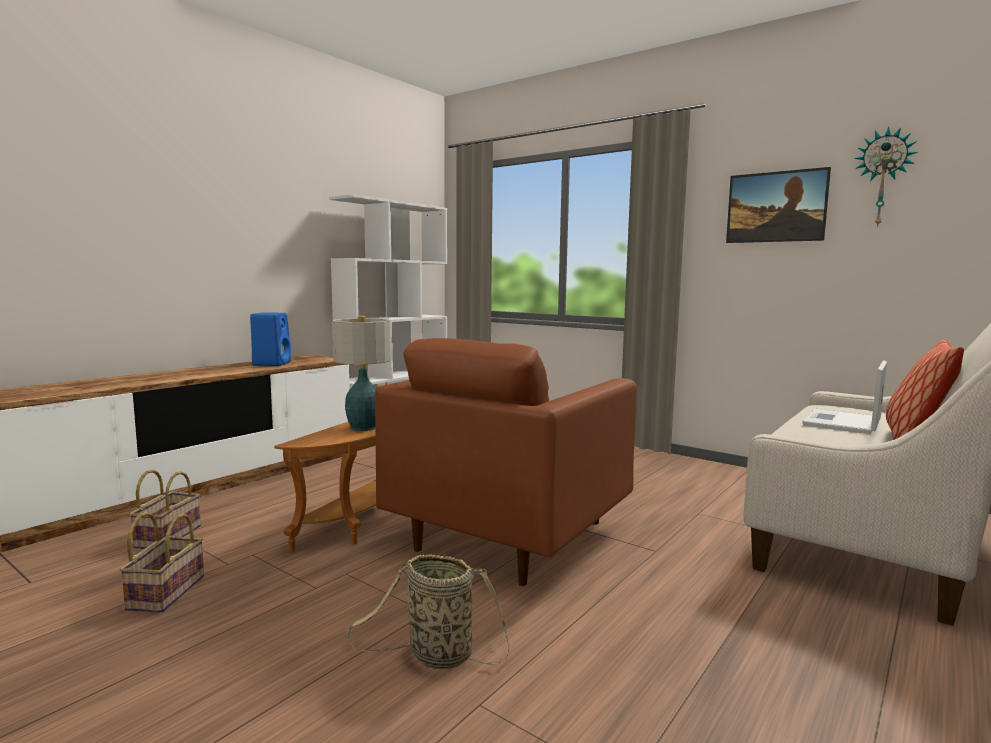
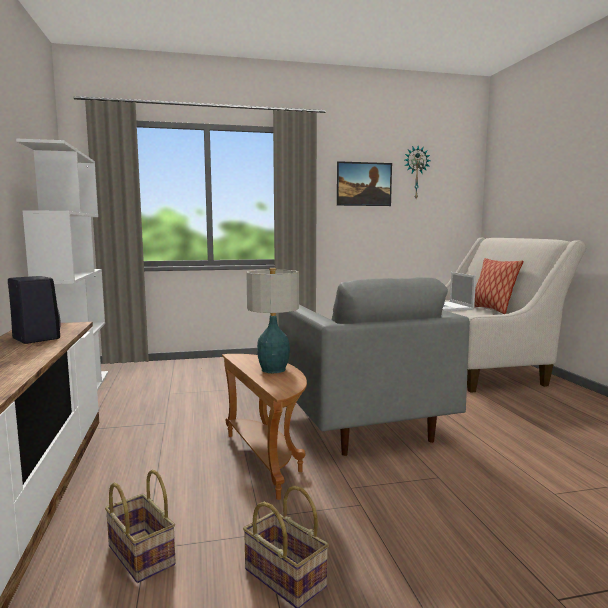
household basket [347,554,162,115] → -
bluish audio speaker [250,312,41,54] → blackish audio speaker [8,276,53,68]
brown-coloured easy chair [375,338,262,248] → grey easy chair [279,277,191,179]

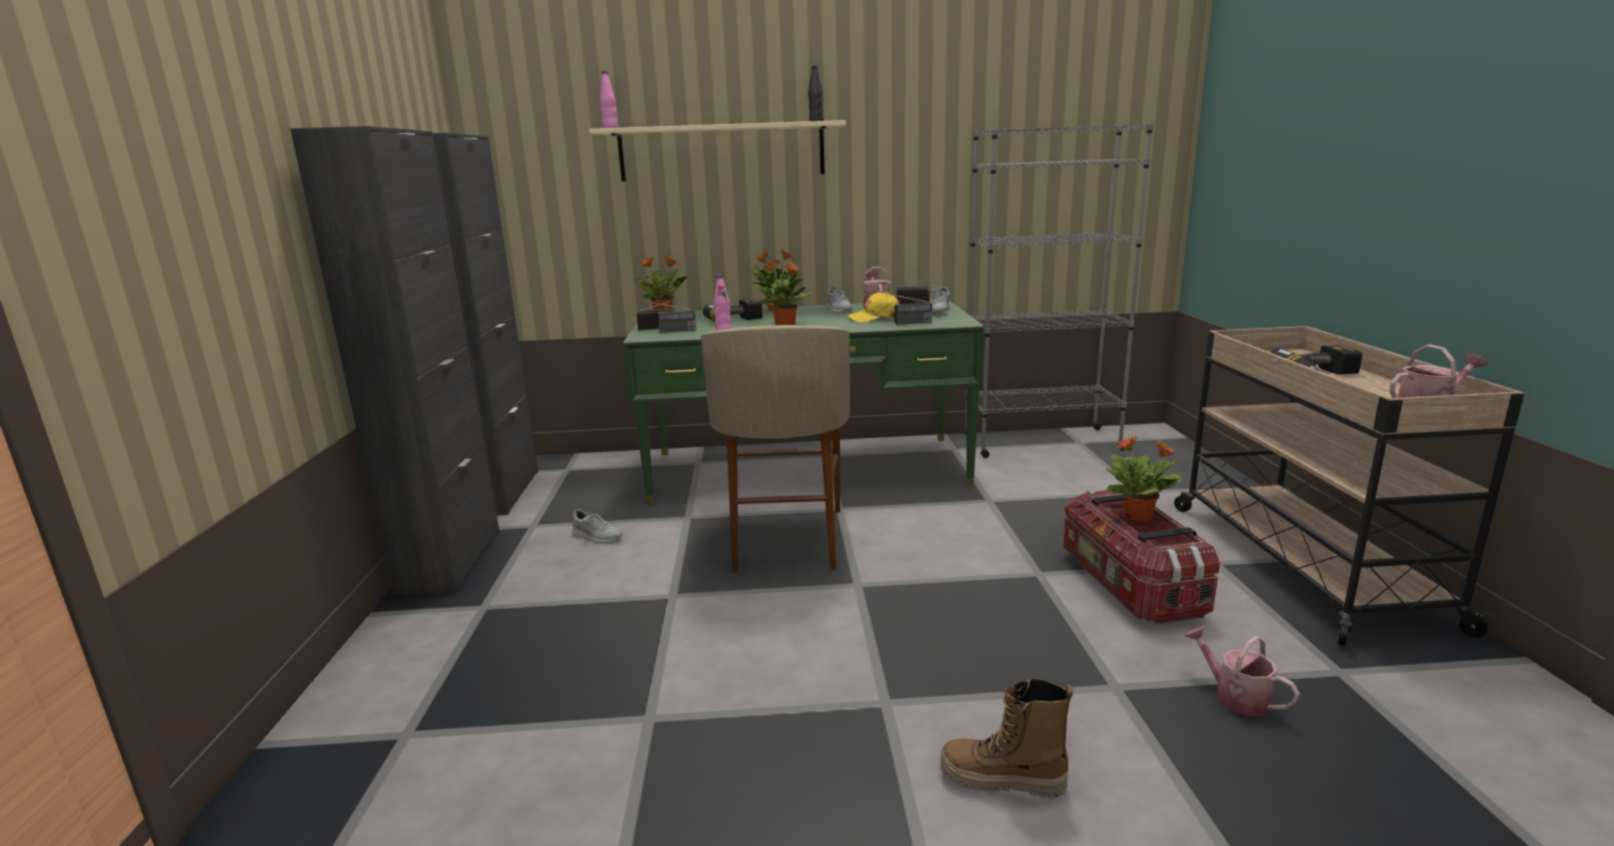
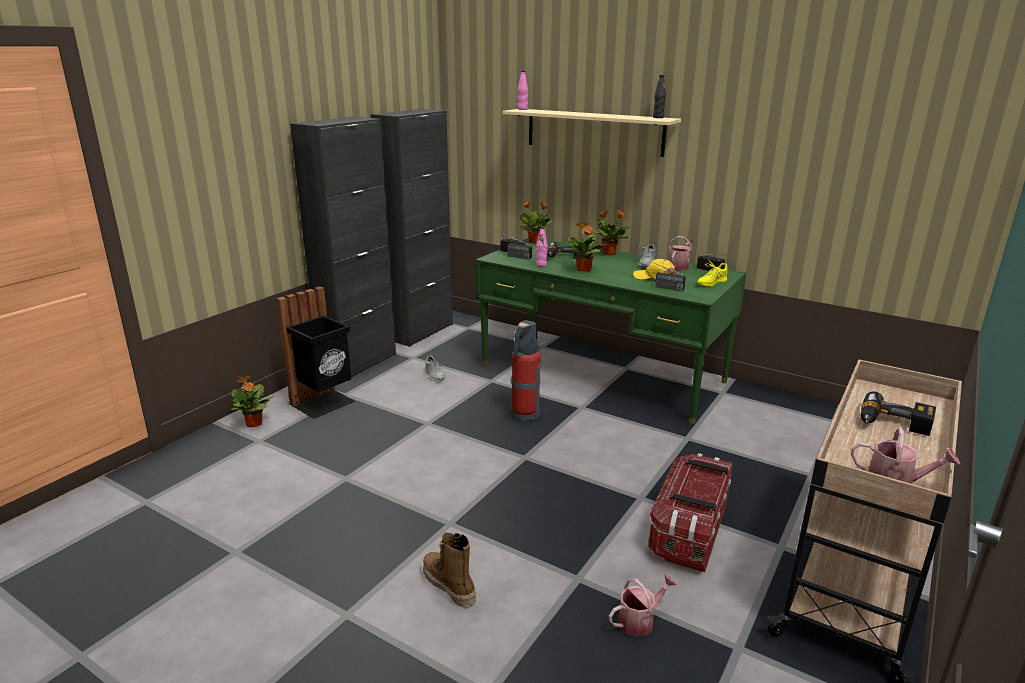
grey bookshelf [965,123,188,335] → -
- → blackish waste bin [276,286,79,133]
plant in a pot [1105,435,78,87] → plant in a pot [231,376,43,51], move
beige stool [701,325,149,247] → fire extinguisher [511,320,30,101]
grey low shoe [927,284,26,30] → yellow-coloured low shoe [697,261,31,26]
watering pot [1184,626,116,90] → watering pot [609,574,68,63], 60 degrees clockwise

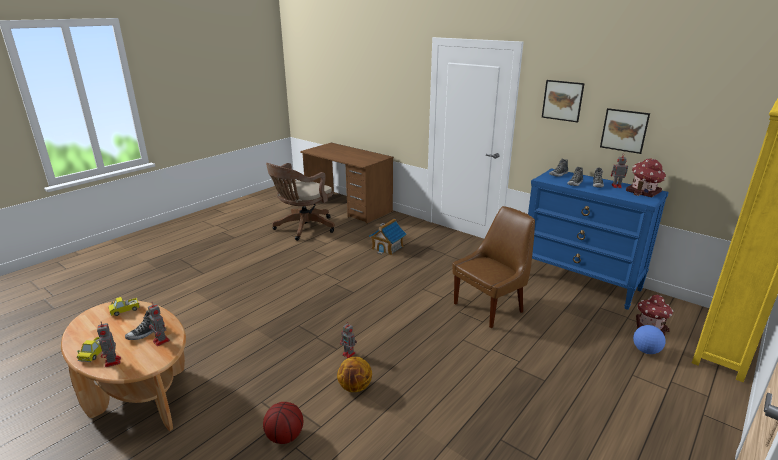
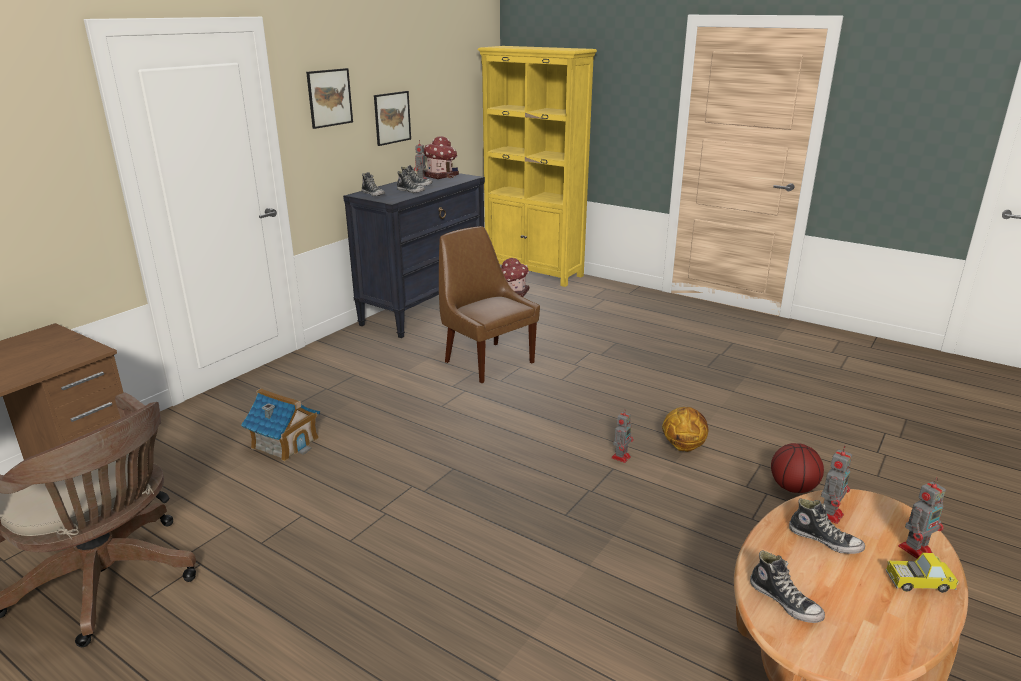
ball for football [633,325,33,29] → -
model truck [108,297,32,19] → low shoe [750,551,75,72]
bluish dresser [528,168,141,142] → blackish dresser [343,173,142,165]

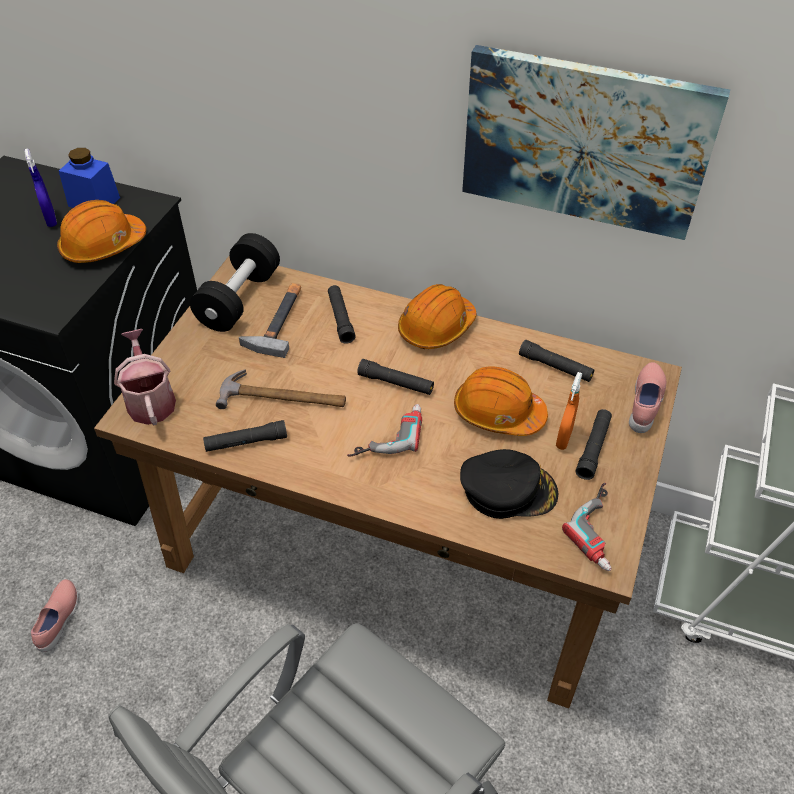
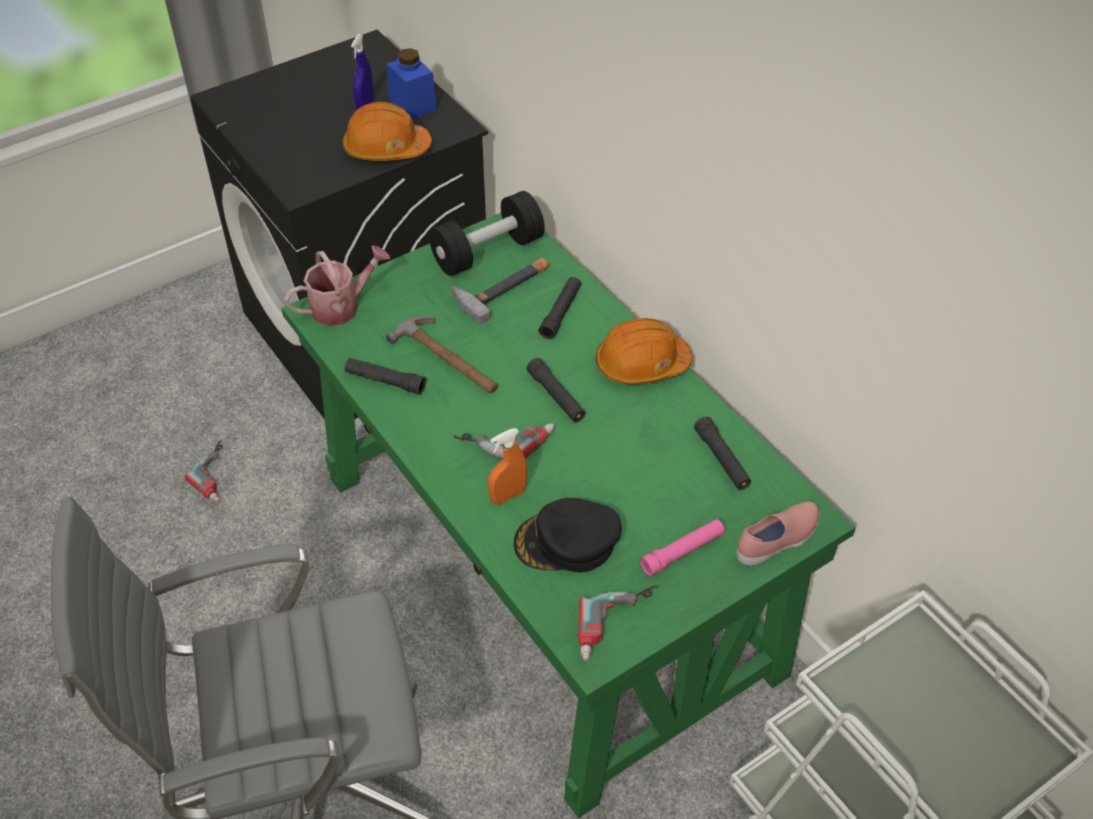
orange-coloured hard hat [454,366,94,70] → -
wall picture [462,45,268,195] → -
orange-coloured spray bottle [556,372,26,78] → orange-coloured spray bottle [488,428,39,77], move
pinkish low shoe [31,579,47,73] → drill [185,440,38,62]
brown-coloured desk table [94,256,588,452] → green desk table [281,213,575,605]
blackish hand torch [576,409,36,71] → pinkish hand torch [640,519,85,57]
watering pot [114,329,62,97] → watering pot [284,246,106,80], 45 degrees clockwise
blackish baseball cap [460,449,98,70] → blackish baseball cap [514,498,108,75], 135 degrees clockwise

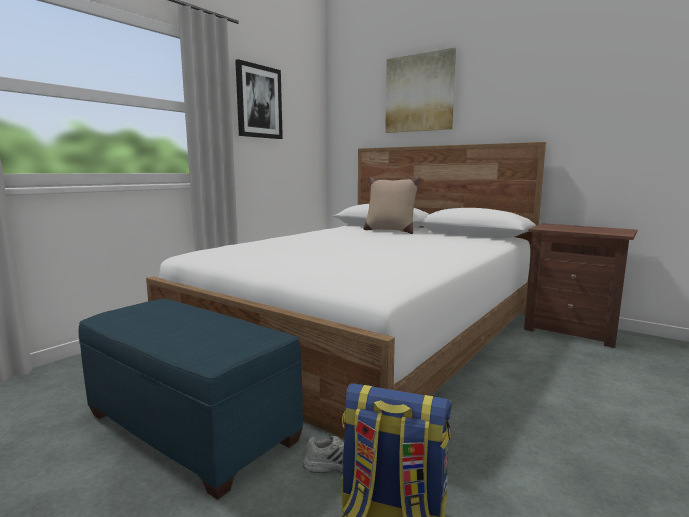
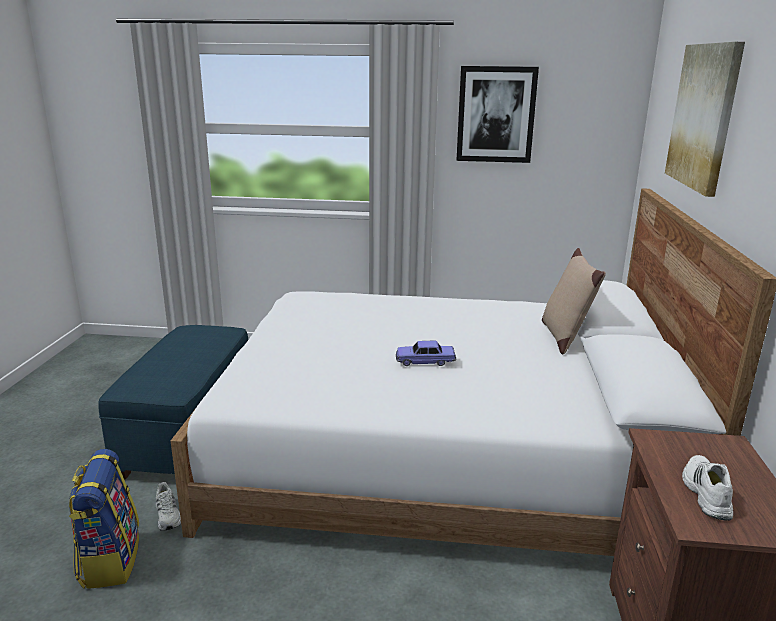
- → miniature car [396,341,60,25]
- → whitish low shoe [682,455,51,66]

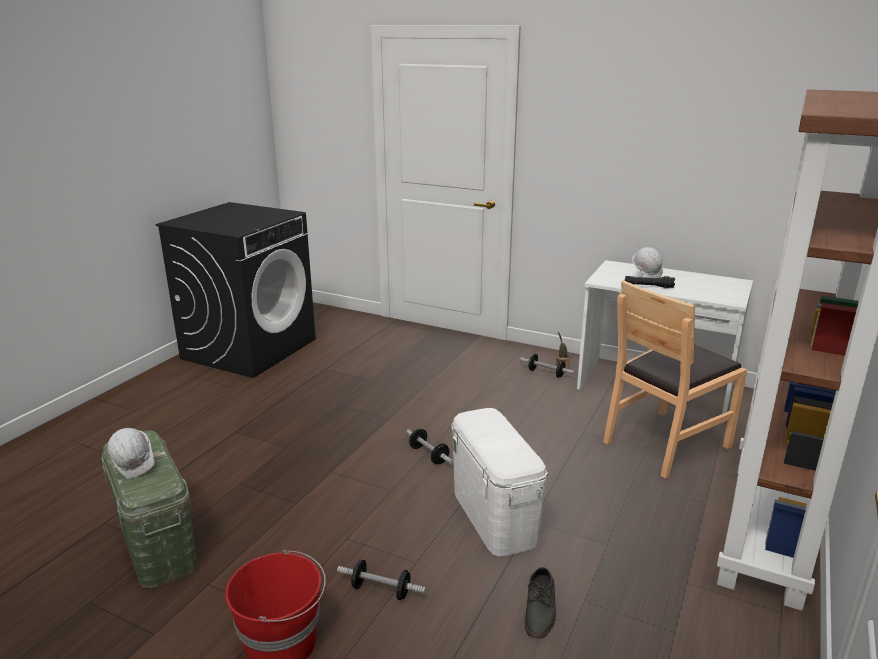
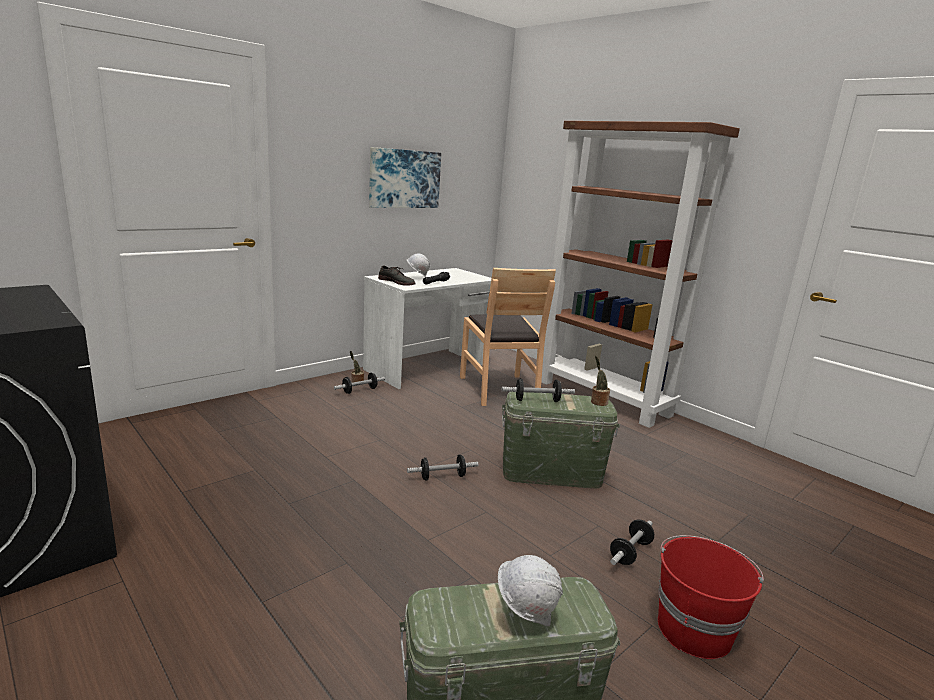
- → wall picture [369,147,72,61]
- → free weight [502,378,73,24]
- → plant in a pot [591,356,19,50]
grey low shoe [524,567,32,71] → grey low shoe [378,265,38,21], move
whitish storage box [451,408,97,148] → green storage box [502,391,118,98]

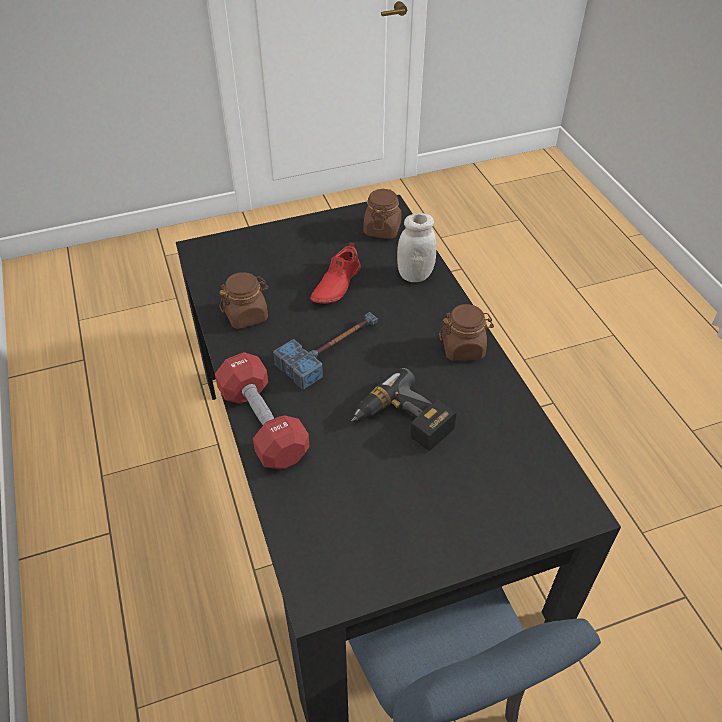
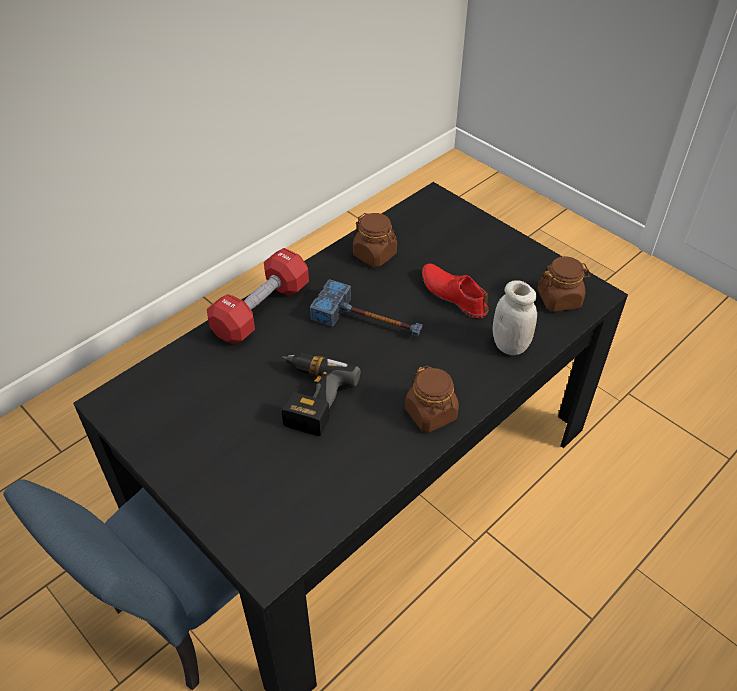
red low shoe [310,242,51,62] → red low shoe [422,263,66,55], 45 degrees clockwise

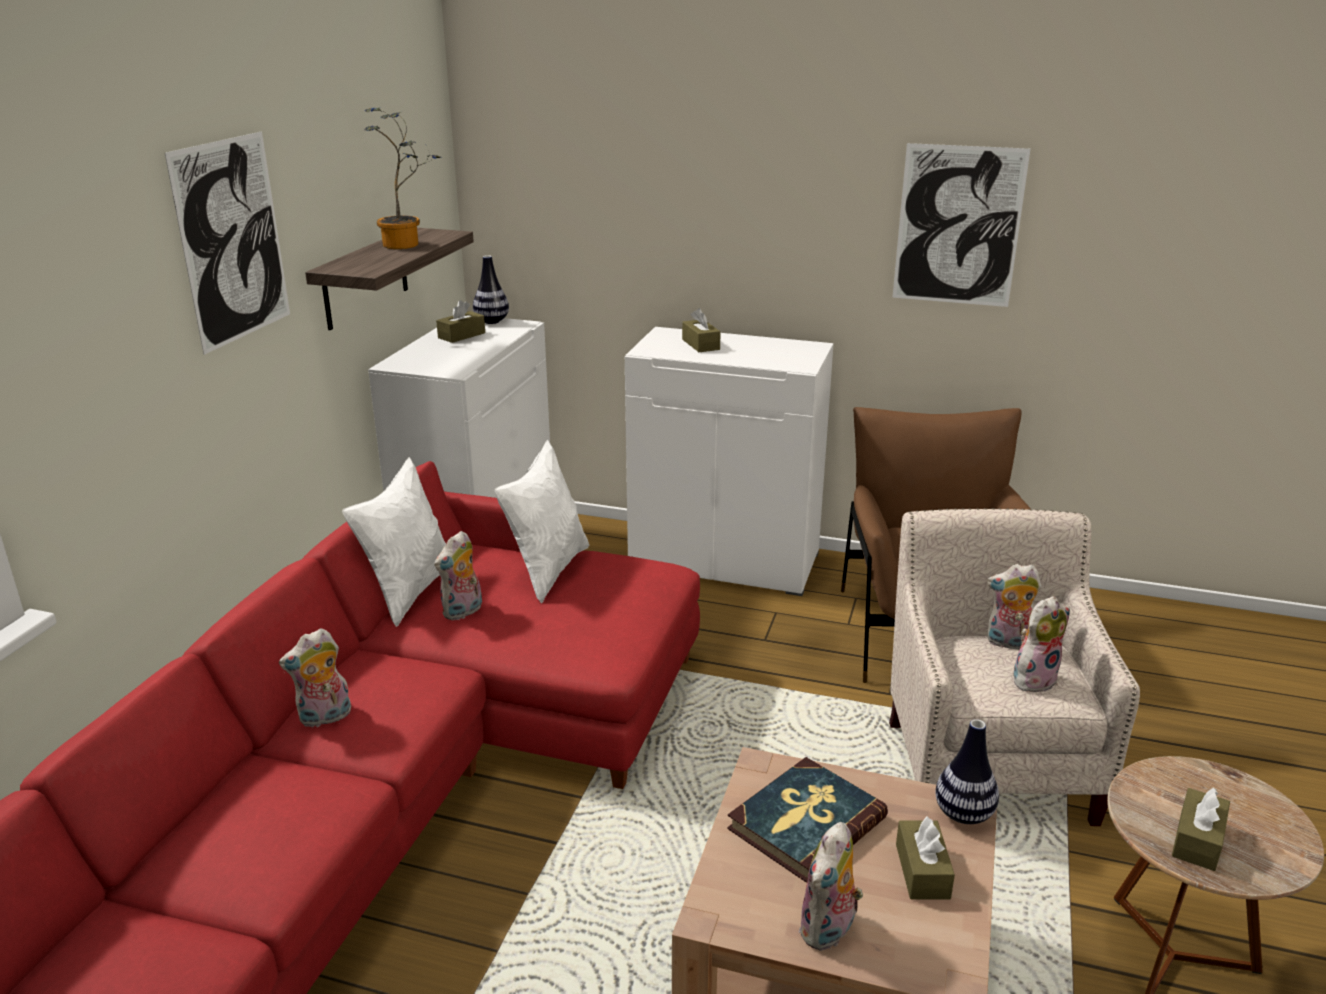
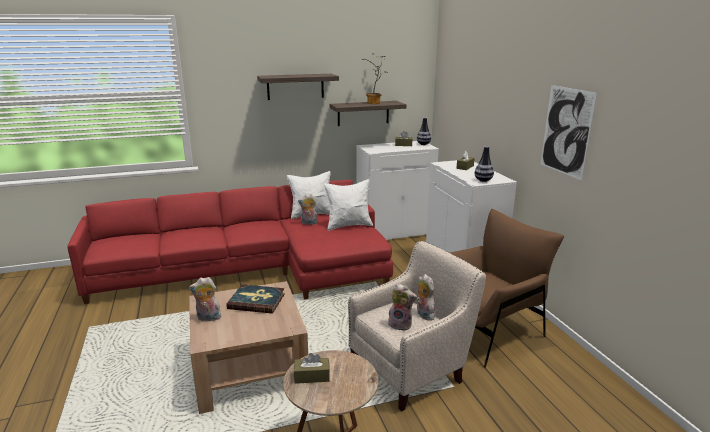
plush toy [279,628,72,99] → -
brown-coloured tissue holder [896,816,59,83] → -
flower vase [935,719,64,105] → flower vase [475,146,19,36], move
wall picture [165,132,125,223] → wall shelf [257,74,82,26]

